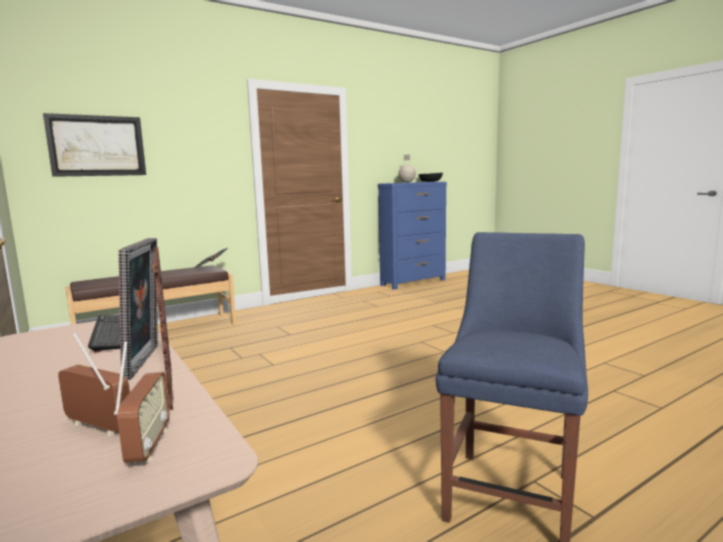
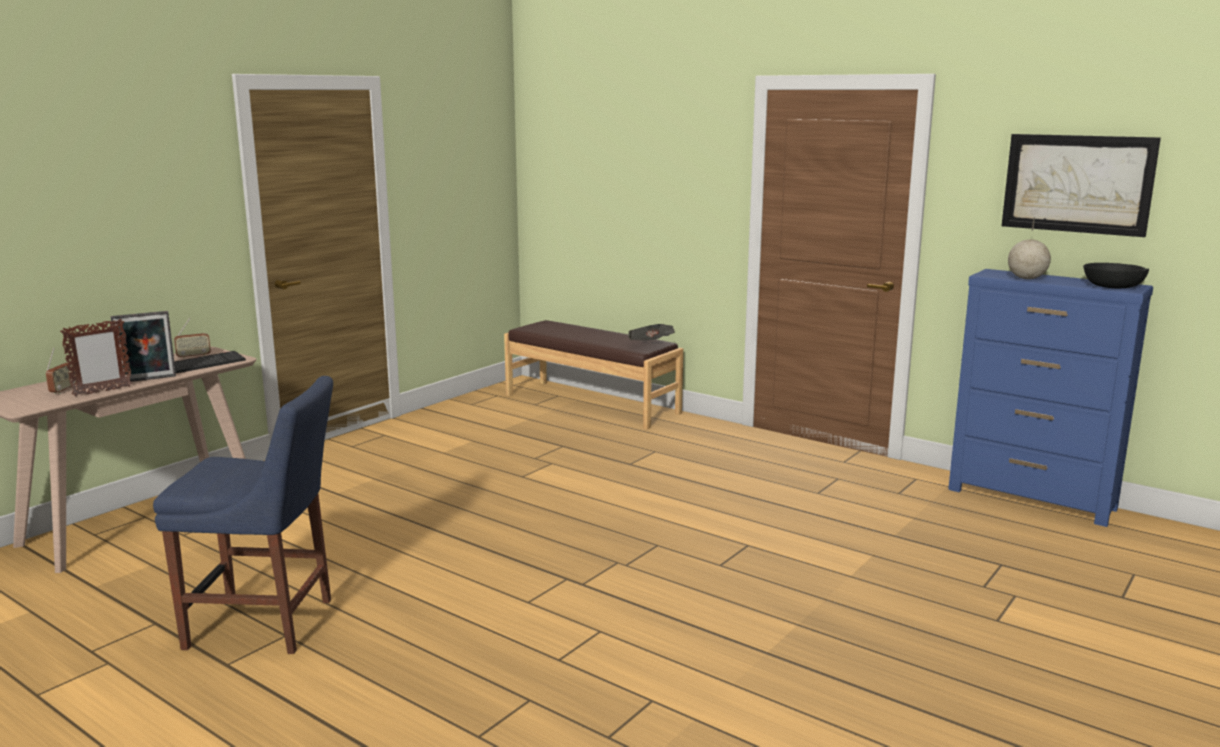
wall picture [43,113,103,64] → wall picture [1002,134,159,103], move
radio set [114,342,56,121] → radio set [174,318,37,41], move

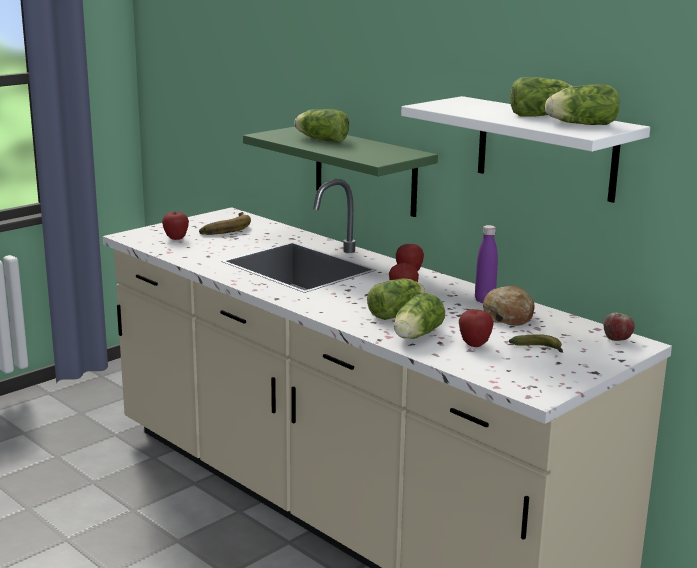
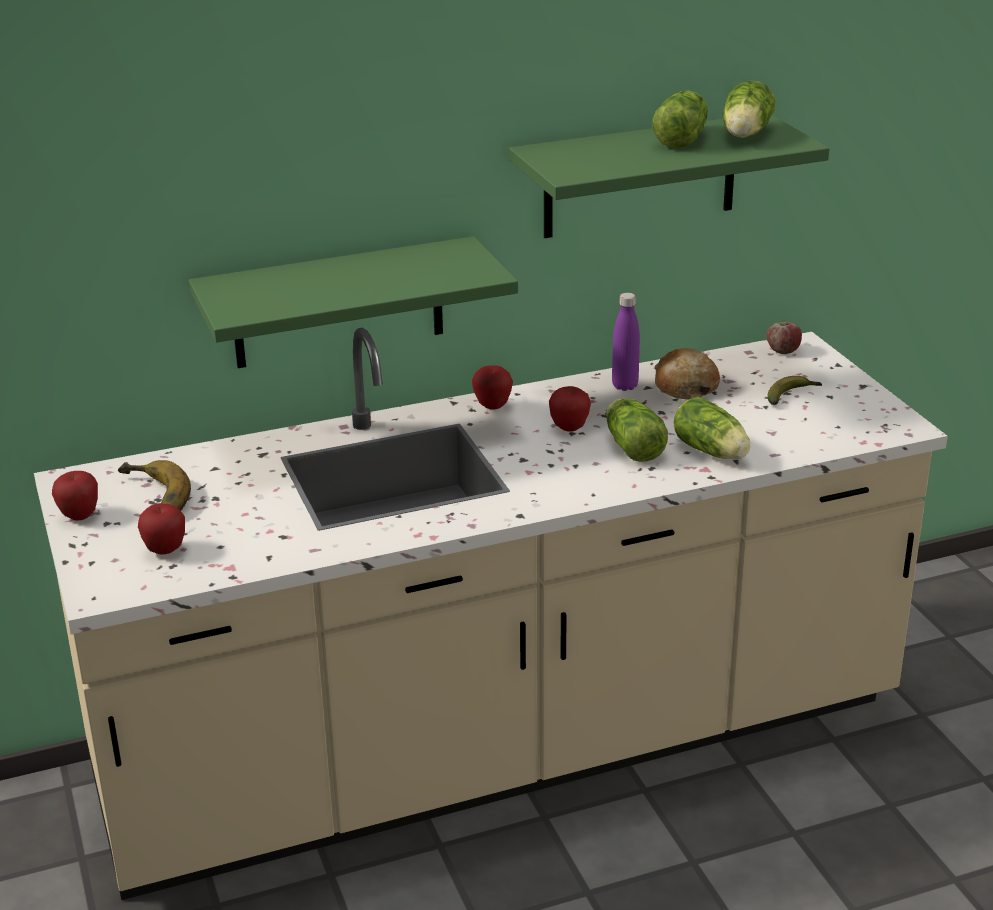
head of lettuce [294,109,55,33] → -
whole apple [459,309,35,38] → whole apple [52,471,46,50], move
whitish wall shelf [401,96,249,107] → green wall shelf [509,115,320,123]

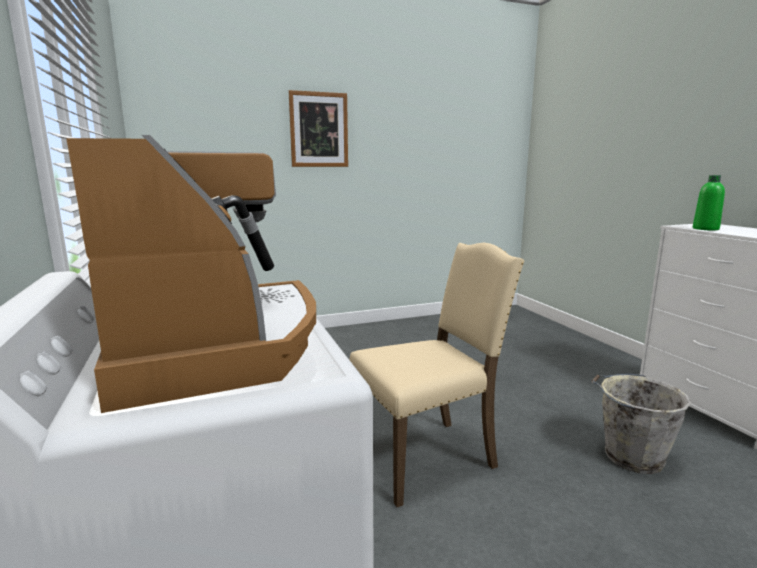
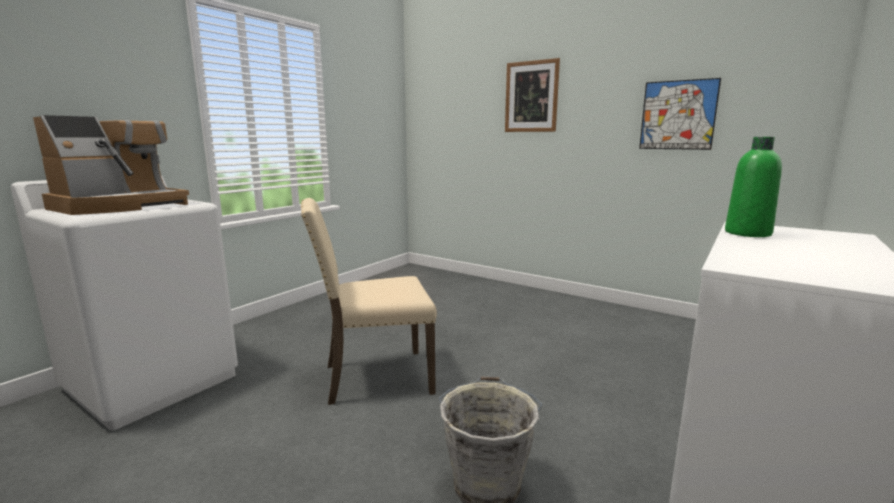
- → wall picture [639,78,82,72]
beige upright chair [349,243,175,264] → beige upright chair [301,198,136,207], 135 degrees clockwise

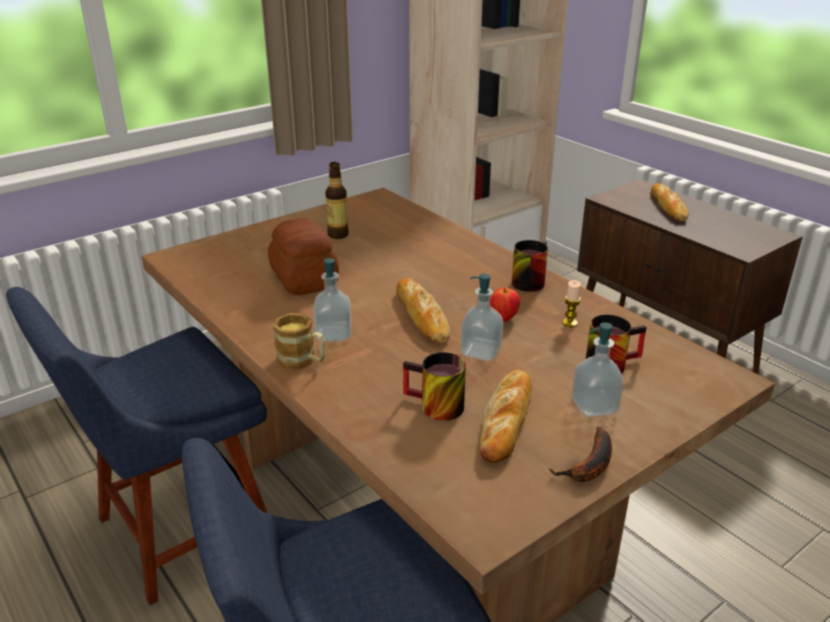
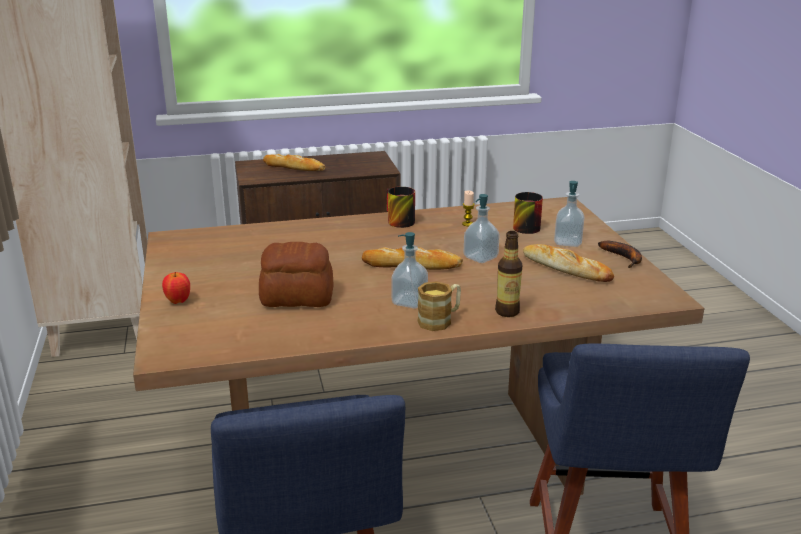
mug [403,352,63,69] → -
beverage bottle [325,162,24,77] → beverage bottle [495,231,27,86], move
whole apple [490,288,30,34] → whole apple [162,272,28,32], move

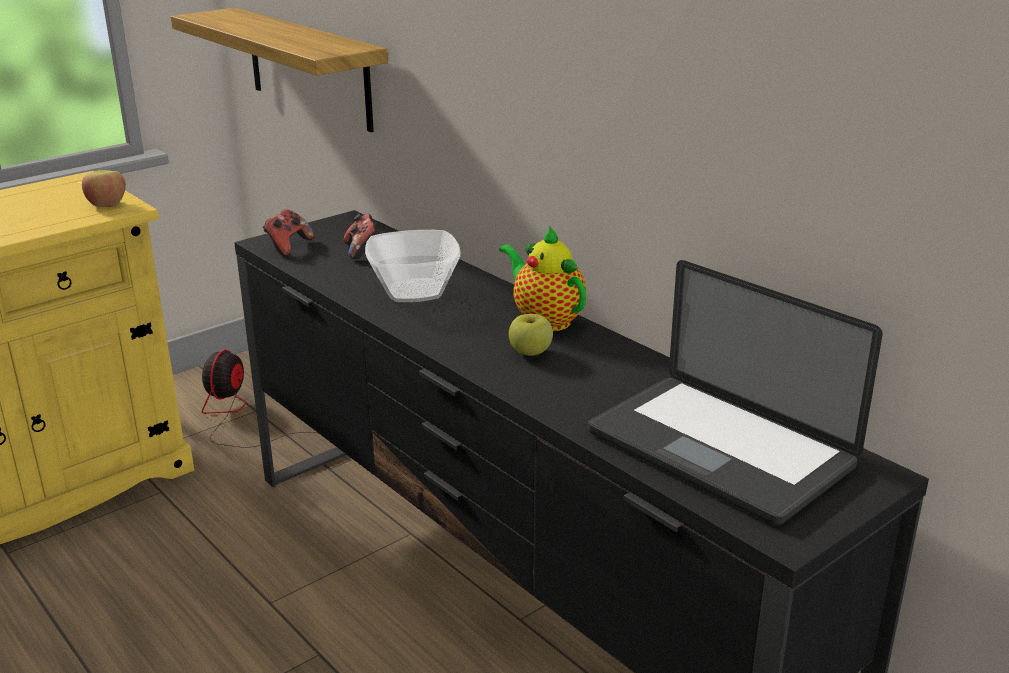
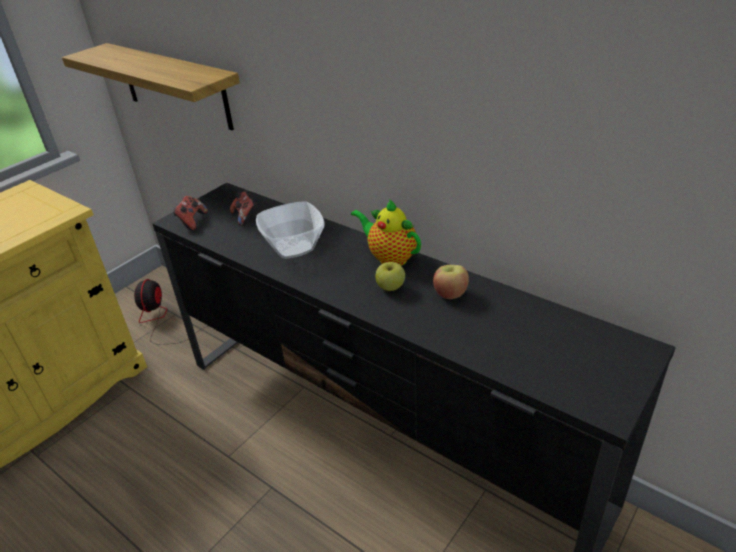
notebook computer [588,260,295,265] → -
whole apple [82,170,44,37] → whole apple [433,265,36,34], move

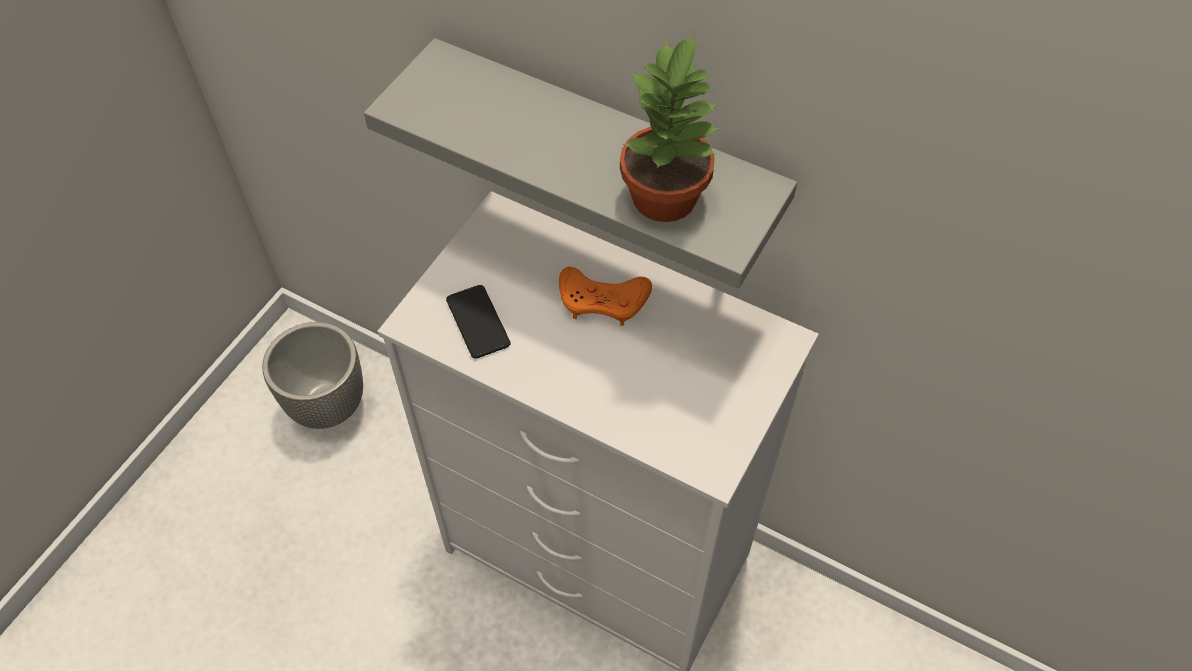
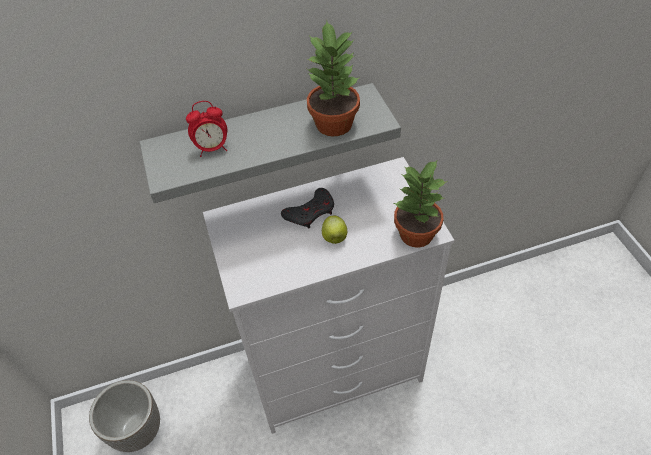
handset [446,285,65,73] → -
- → alarm clock [186,101,41,56]
- → whole apple [322,215,25,29]
- → plant in a pot [394,160,54,87]
orange-coloured gamepad [559,267,93,59] → grey gamepad [281,188,53,41]

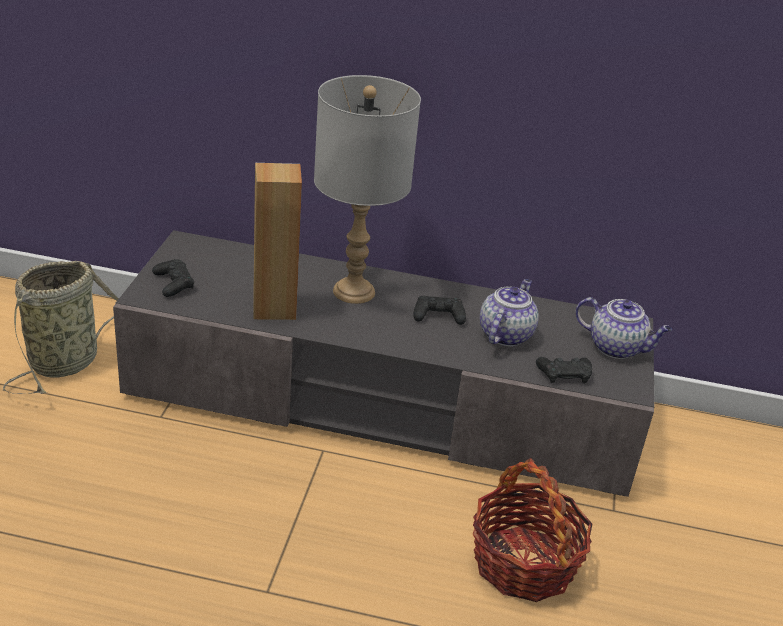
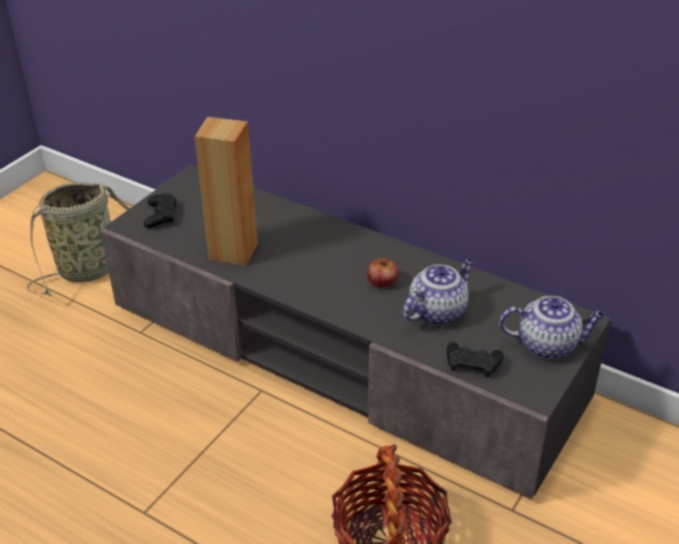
grey tabletop lamp [314,75,107,229] → -
blackish gamepad [413,296,53,29] → whole apple [367,258,31,30]
pot for tea [576,297,96,62] → pot for tea [499,296,107,63], 45 degrees counterclockwise

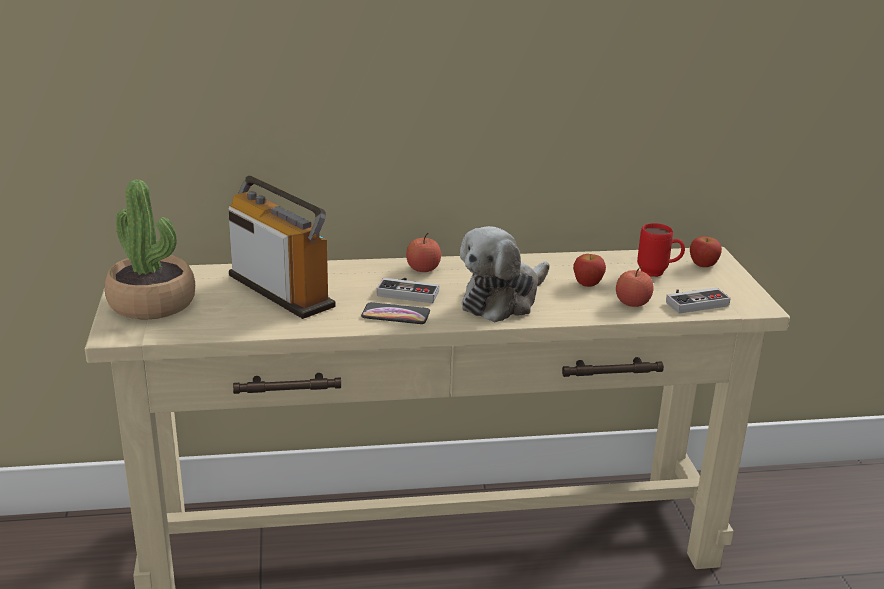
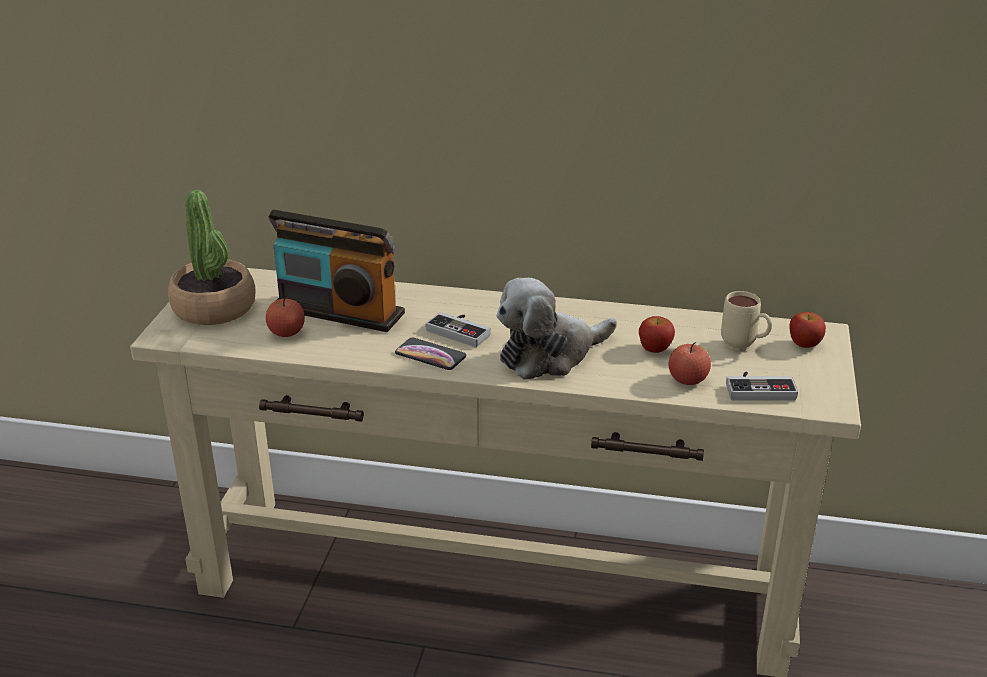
whole apple [406,233,35,39] → whole apple [266,295,39,42], move
red mug [637,223,48,54] → beige mug [721,291,51,60]
radio set [228,176,108,143] → radio set [268,210,137,122], 135 degrees clockwise

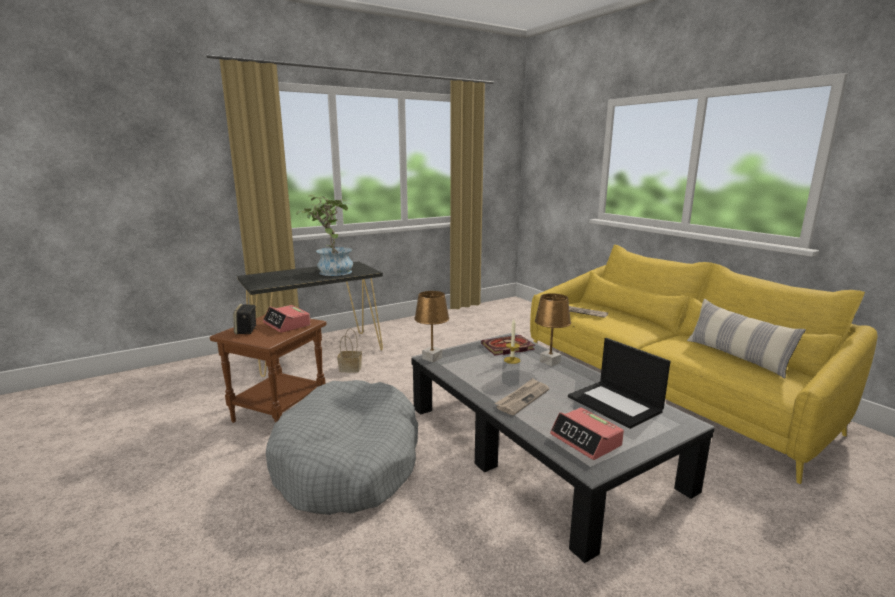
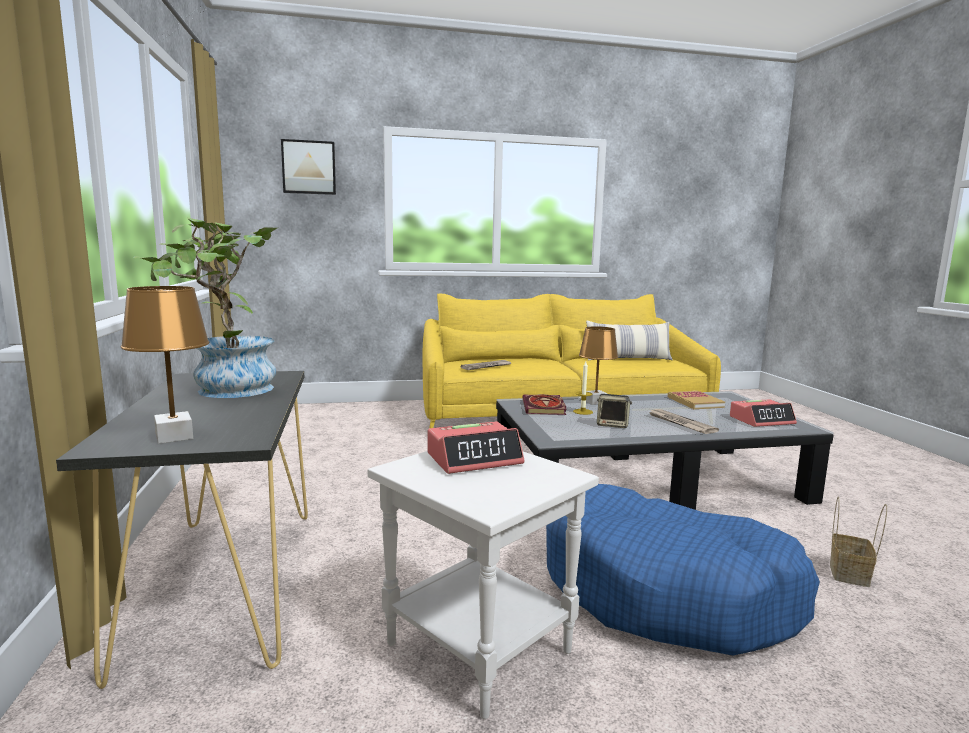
- → wall picture [281,139,55,56]
audio speaker [233,304,24,30] → audio speaker [597,394,35,34], move
household basket [337,328,25,45] → household basket [830,497,57,90], move
brown-coloured tabletop lamp [414,291,35,71] → brown-coloured tabletop lamp [121,286,88,158], move
notebook computer [568,338,103,91] → bound book [668,391,57,18]
brown-coloured side table [210,315,117,108] → whitish side table [367,451,232,268]
grey dog bed [266,380,152,135] → bluish dog bed [546,484,274,172]

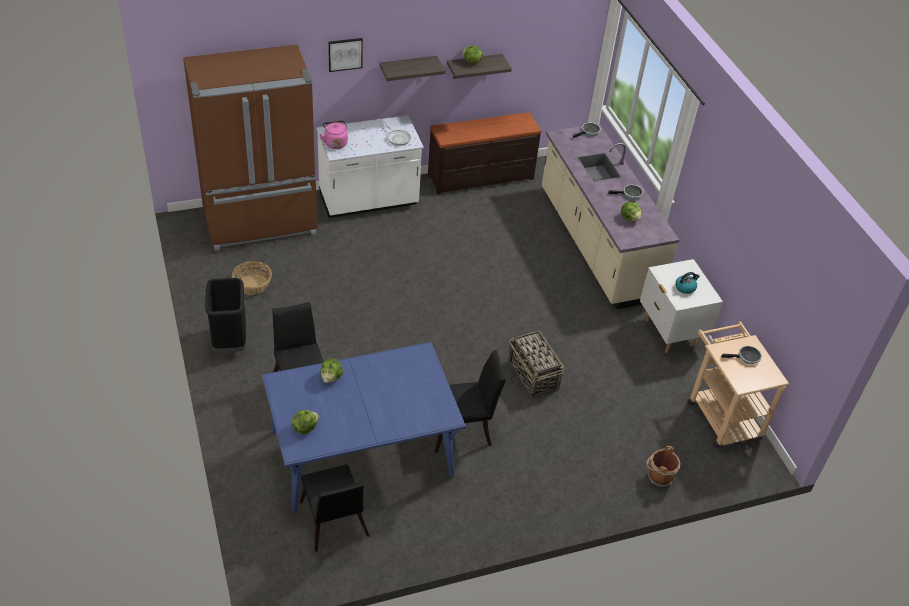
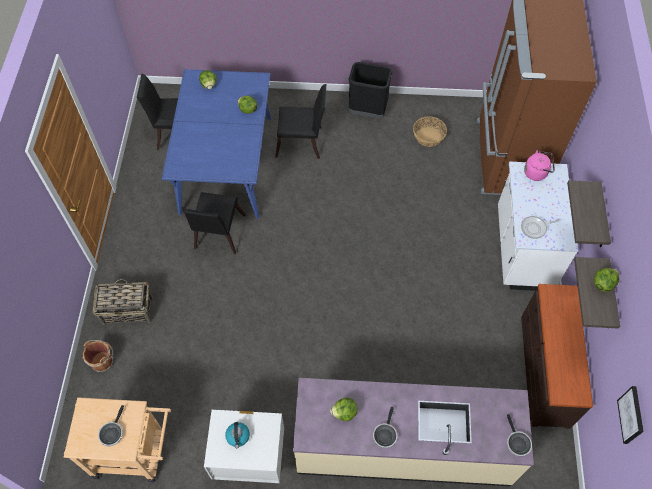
wall picture [328,38,35,34] → wall picture [617,386,27,58], move
household basket [508,331,56,67] → household basket [93,279,60,46], move

